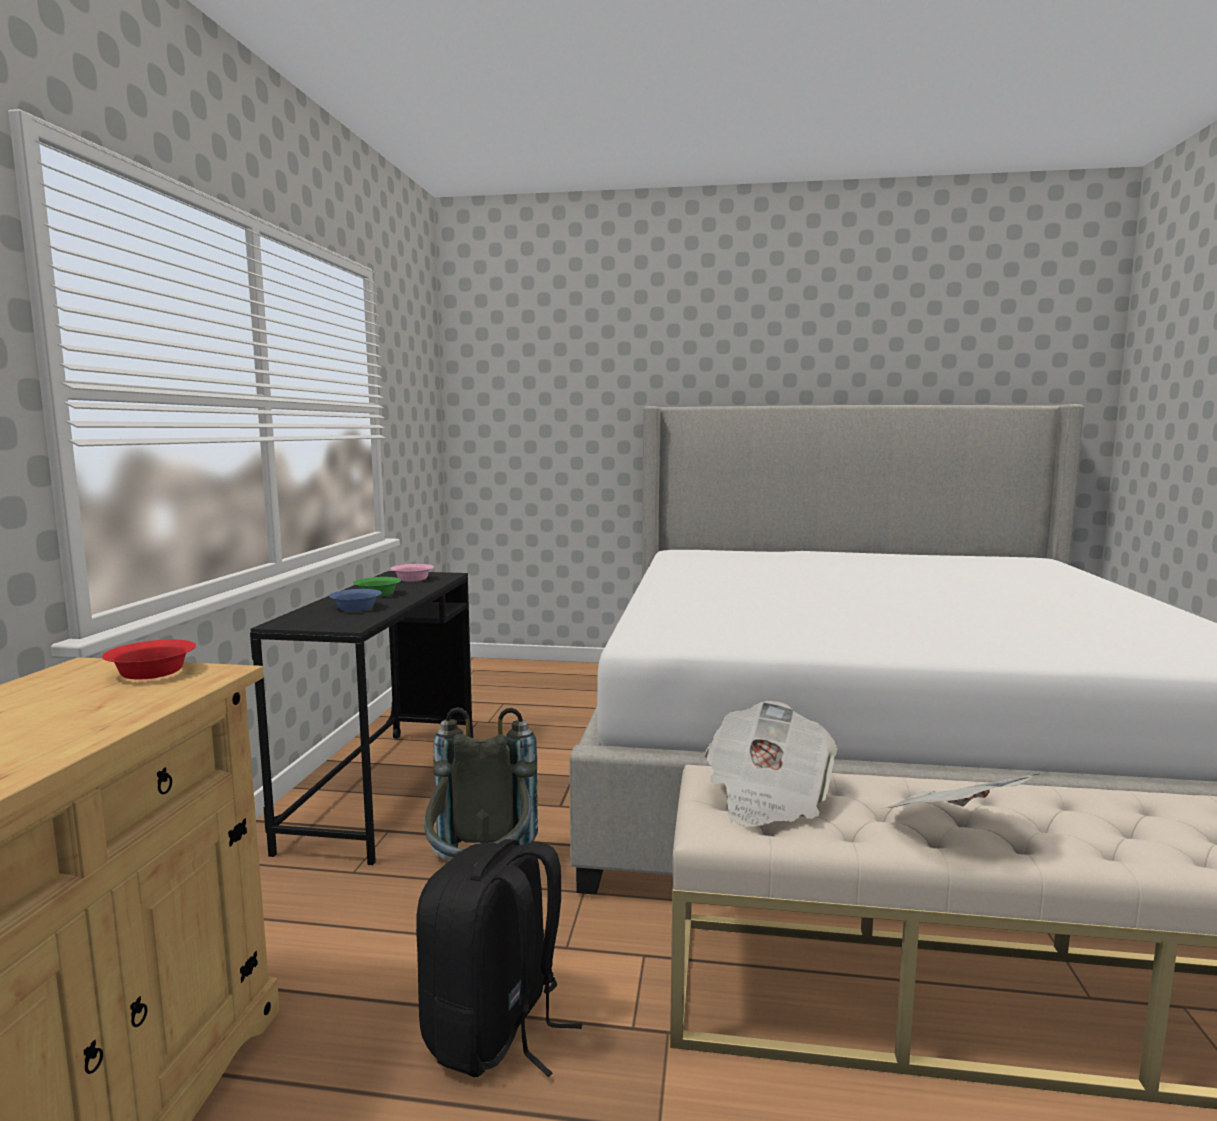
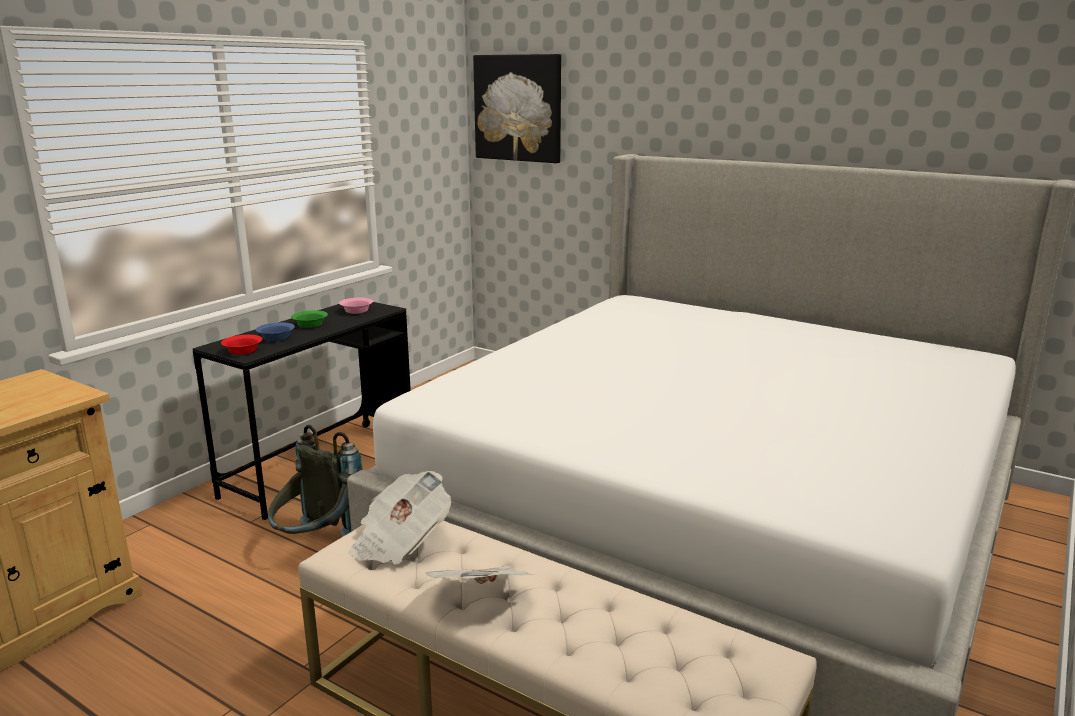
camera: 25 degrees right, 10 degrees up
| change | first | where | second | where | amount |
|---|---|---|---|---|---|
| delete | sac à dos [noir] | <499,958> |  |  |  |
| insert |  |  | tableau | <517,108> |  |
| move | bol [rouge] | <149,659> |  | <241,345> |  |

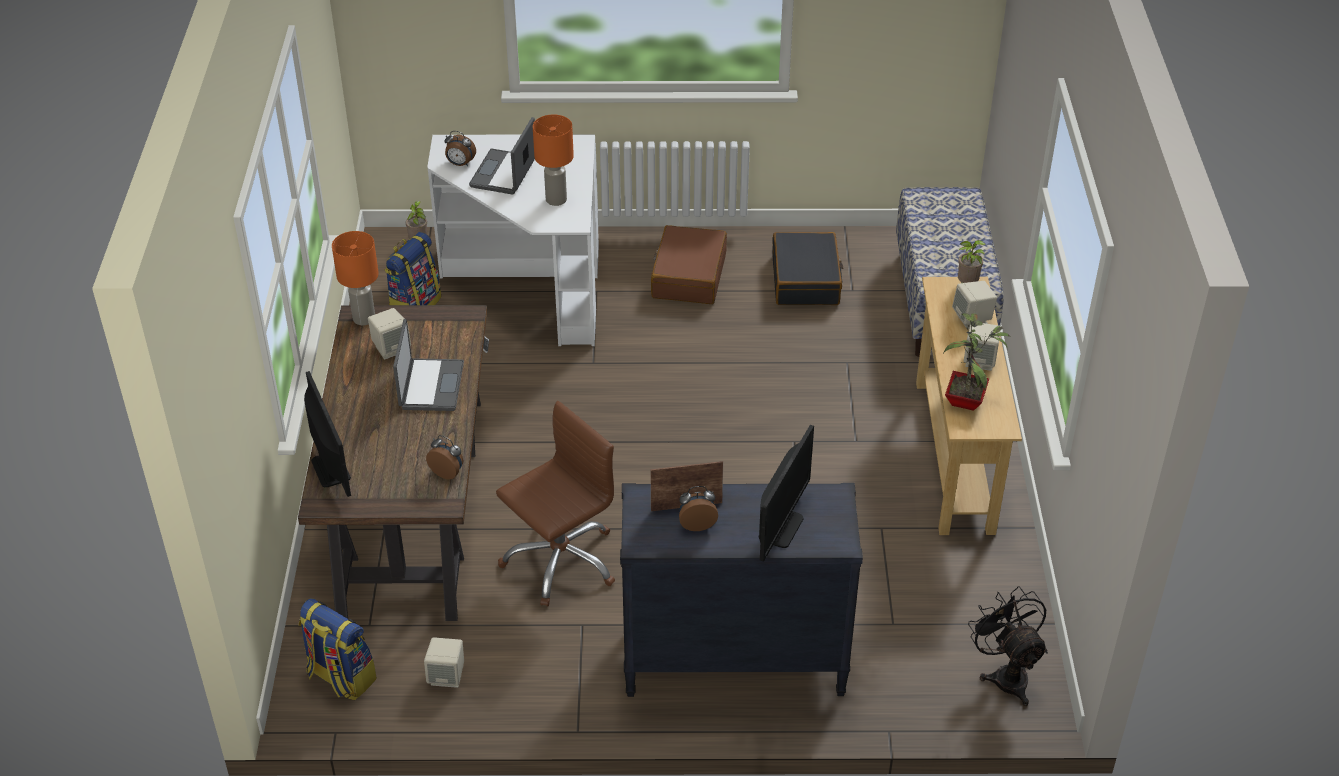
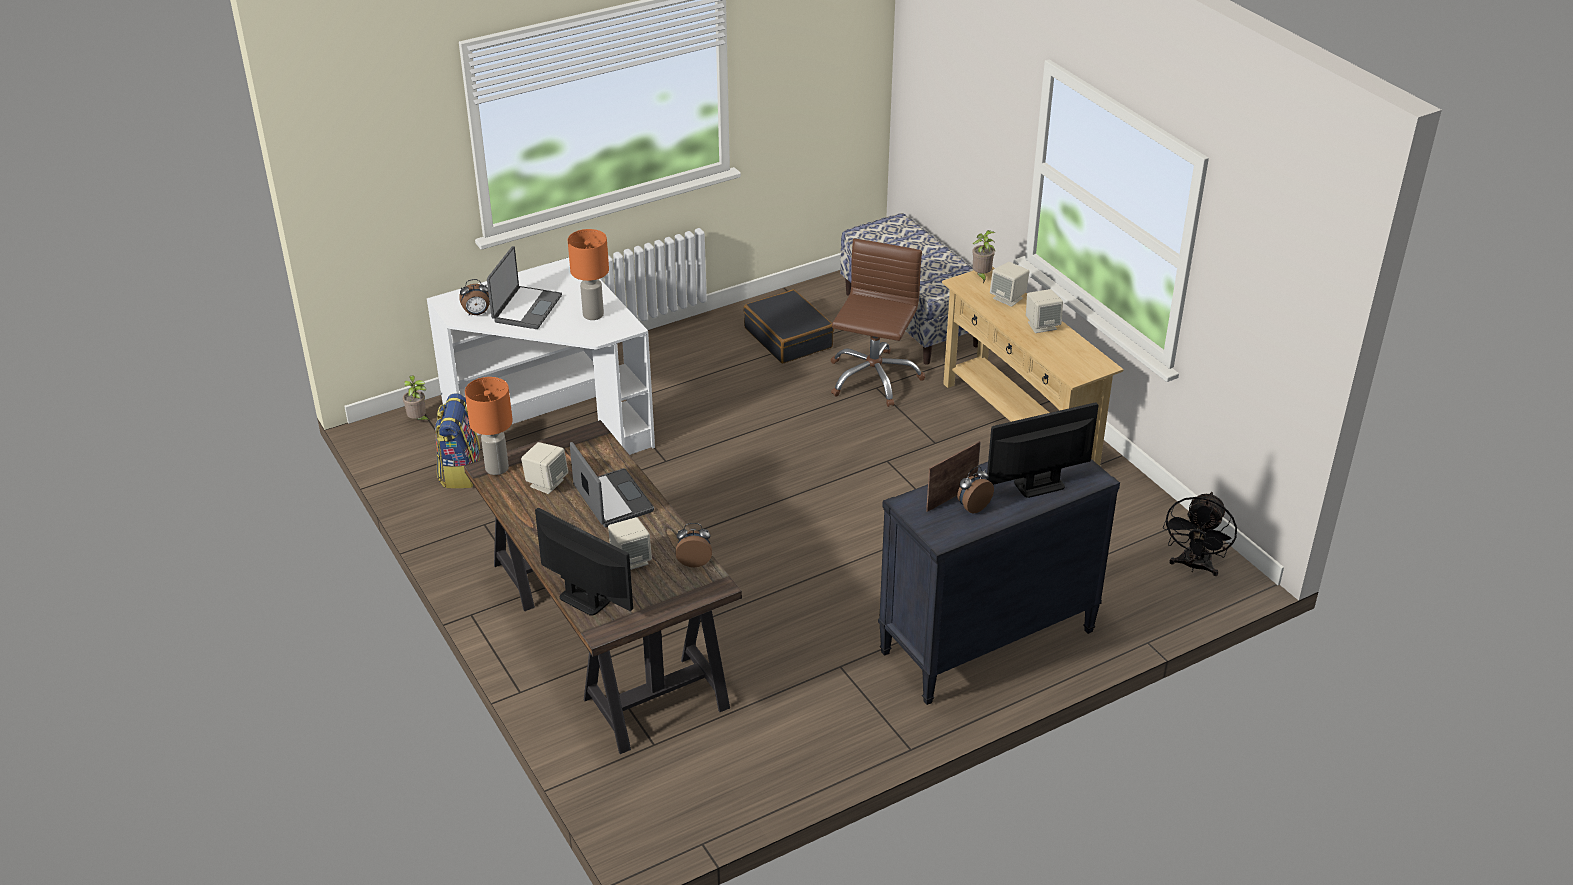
camera: 30 degrees left, 5 degrees down
| change | first | where | second | where | amount |
|---|---|---|---|---|---|
| delete | sac à dos | <338,649> |  |  |  |
| delete | valise [marron] | <689,264> |  |  |  |
| delete | plante en pot | <976,362> |  |  |  |
| move | enceinte [beige] | <444,662> |  | <630,543> |  |
| move | chaise de bureau [marron] | <555,503> |  | <878,323> |  |
| rotate | ordinateur portable | <502,156> |  | <524,287> | 150 degrees counterclockwise |
| rotate | écran d'ordinateur | <786,493> |  | <1043,450> | 105 degrees counterclockwise |
| rotate | ventilateur [noir] | <1008,646> |  | <1200,534> | 105 degrees counterclockwise |

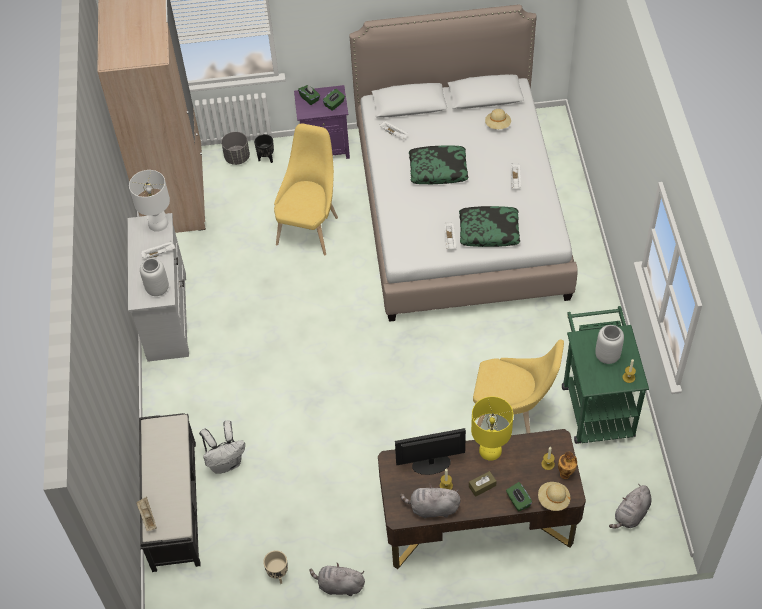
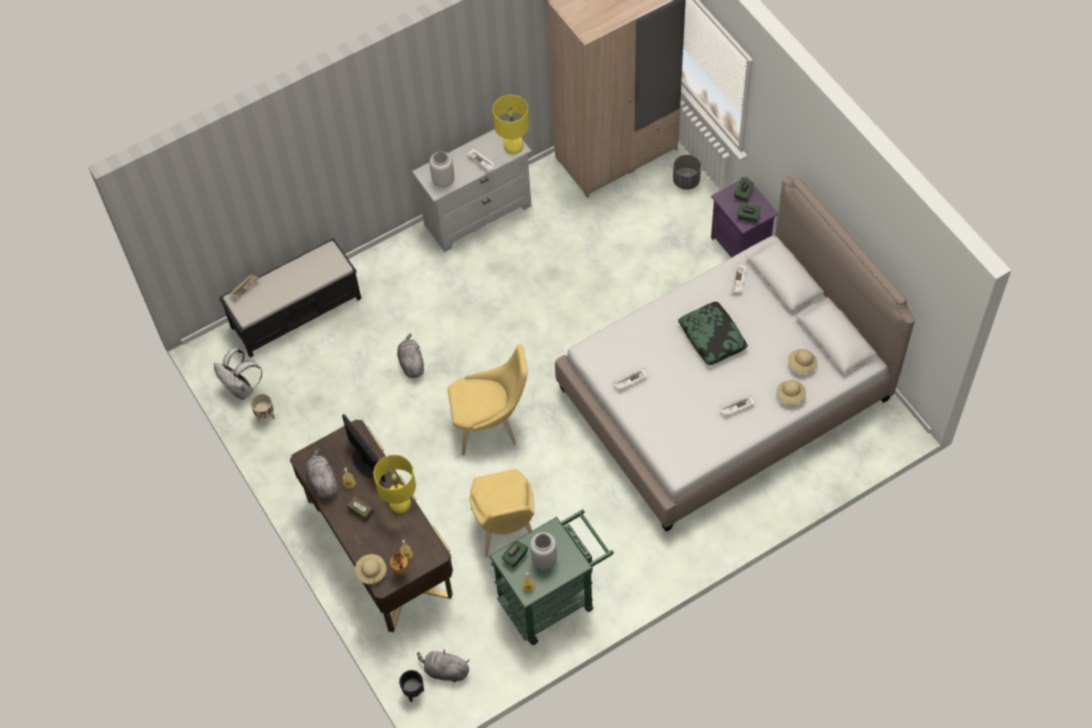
camera: 65 degrees right, 5 degrees up
| change | first | where | second | where | amount |
|---|---|---|---|---|---|
| delete | coussin | <489,226> |  |  |  |
| insert |  |  | chapeau [beige] | <791,392> |  |
| move | sac à dos [blanc] | <222,447> |  | <238,374> |  |
| move | cache-pot [noir] | <264,148> |  | <411,686> |  |
| move | chaise [jaune] | <306,189> |  | <488,400> |  |
| move | peluche [gris] | <337,579> |  | <410,355> |  |
| move | boîte à mouchoirs [vert] | <519,497> |  | <515,553> |  |
| recolor | lampe de table [blanc] | <149,201> | lampe de table [jaune] | <511,125> |  |

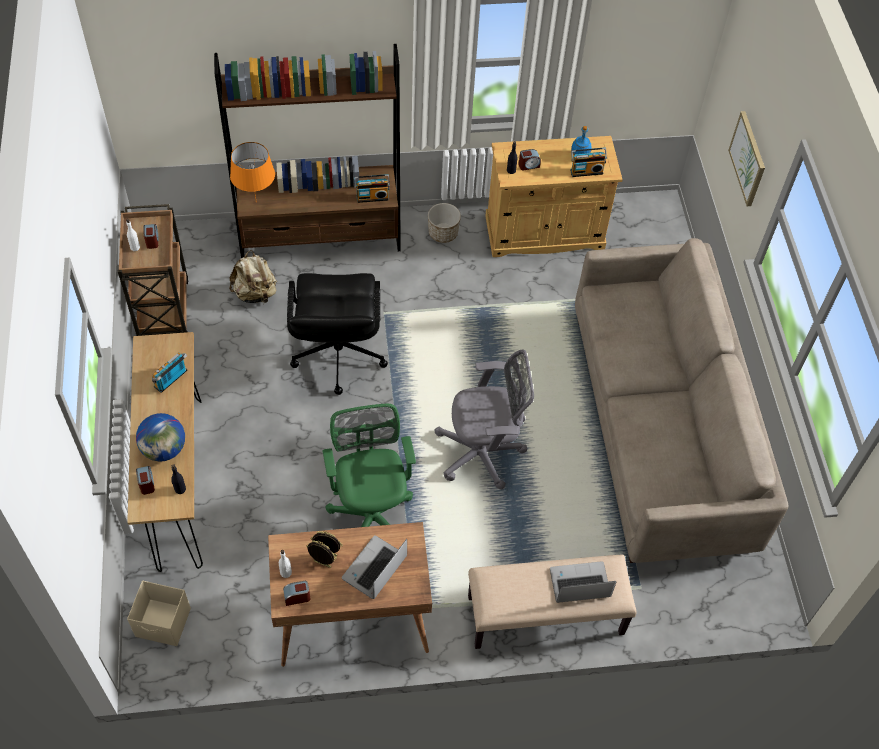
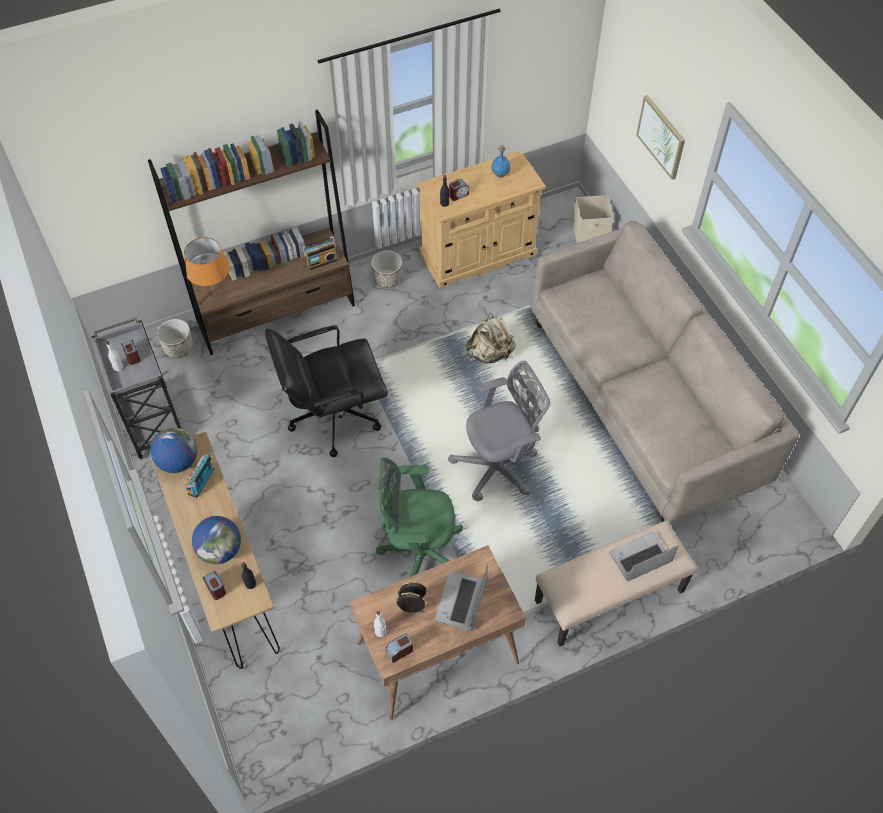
camera: 15 degrees left, 0 degrees up
| change | first | where | second | where | amount |
|---|---|---|---|---|---|
| delete | radio | <588,162> |  |  |  |
| insert |  |  | globe | <173,450> |  |
| insert |  |  | cache-pot | <175,338> |  |
| move | boîte de rangement [beige] | <159,613> |  | <592,219> |  |
| move | sac à dos [beige] | <253,276> |  | <491,338> |  |
| recolor | chariot [marron] | <153,270> | chariot [gris] | <136,388> |  |
| rotate | chaise de bureau [noir] | <337,334> |  | <326,391> | 90 degrees clockwise |
| rotate | chaise de bureau [vert] | <369,465> |  | <419,517> | 60 degrees counterclockwise |

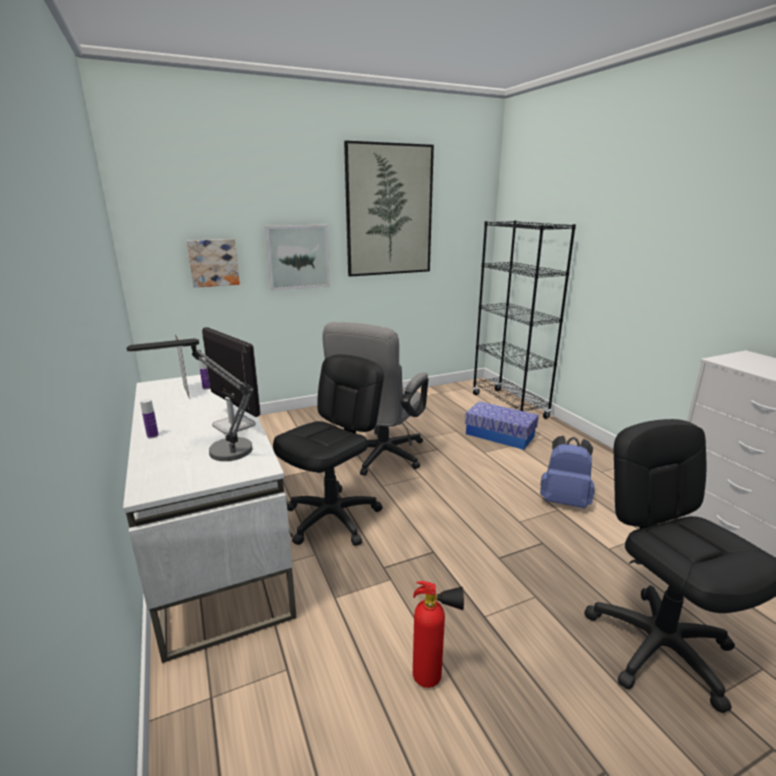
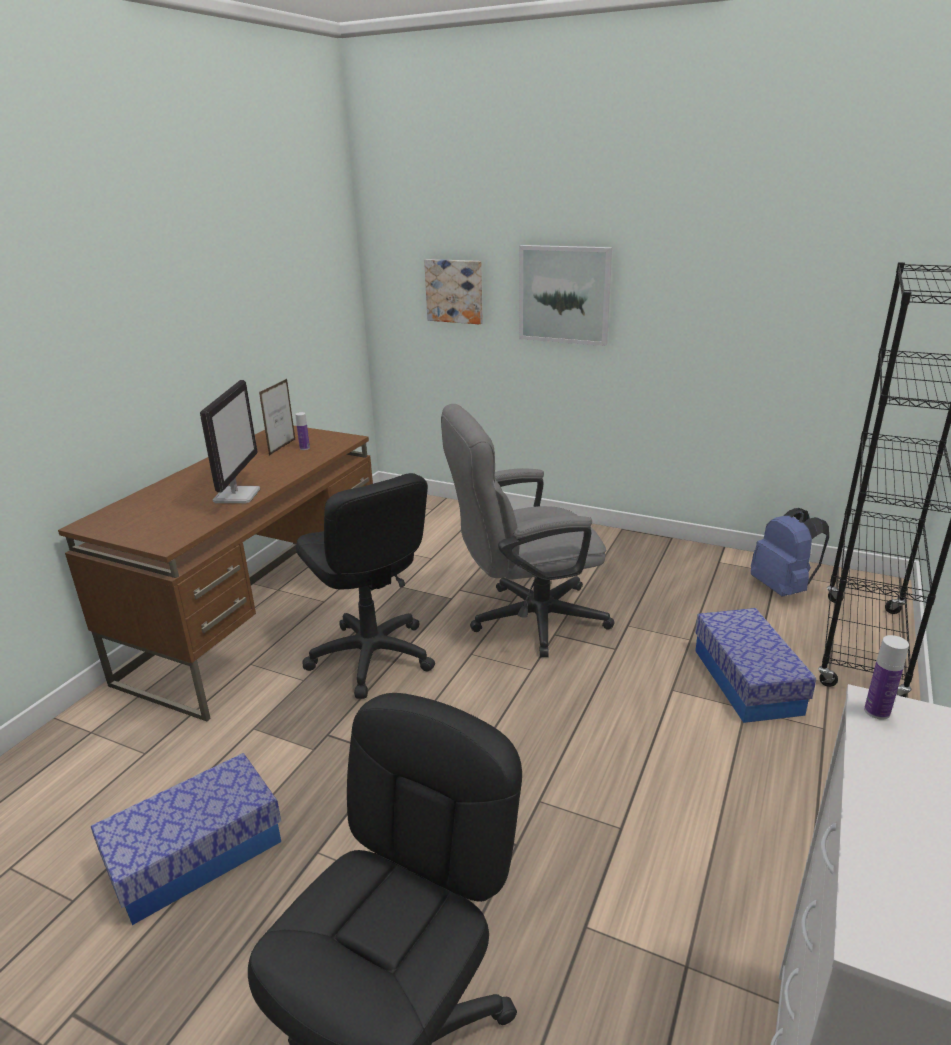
camera: 50 degrees right, 5 degrees up
| change | first | where | second | where | amount |
|---|---|---|---|---|---|
| delete | lampe de table | <190,399> |  |  |  |
| delete | tableau | <389,209> |  |  |  |
| move | bouteille | <149,418> |  | <886,677> |  |
| move | sac à dos [bleu] | <567,472> |  | <790,552> |  |
| replace | extincteur | <438,634> | boîte de rangement | <186,839> |  |
| recolor | bureau [blanc] | <210,519> | bureau [marron] | <215,574> |  |
| rotate | chaise de bureau [noir] | <328,450> |  | <365,586> | 60 degrees clockwise |

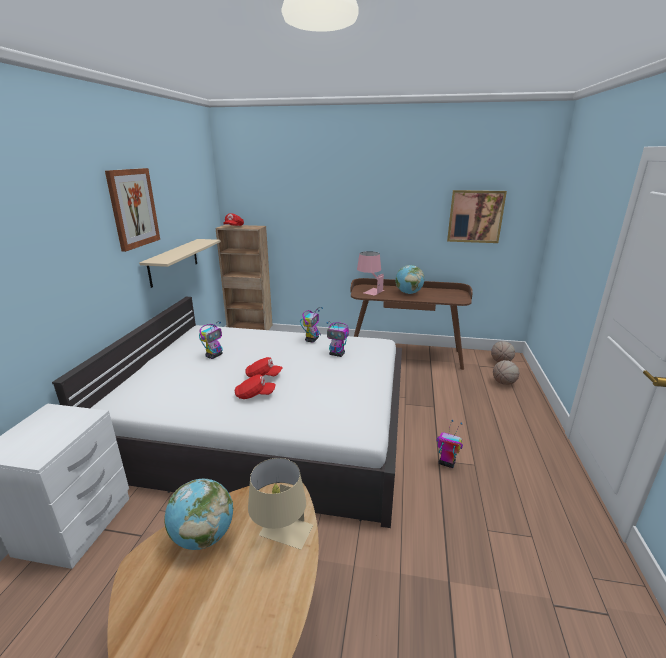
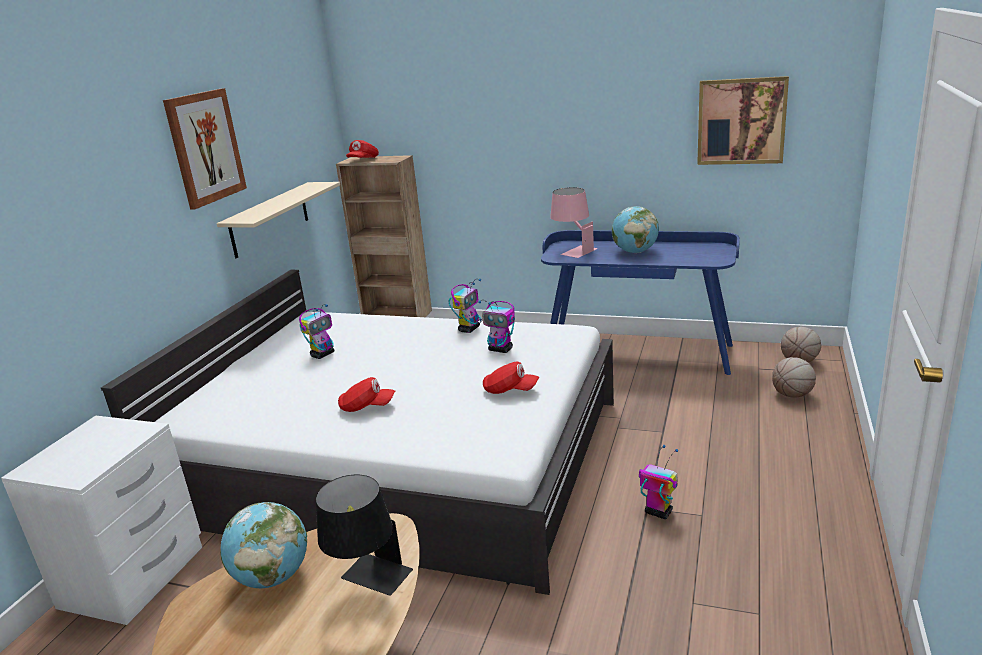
camera: 10 degrees right, 0 degrees up
| change | first | where | second | where | amount |
|---|---|---|---|---|---|
| move | casquette [rouge] | <264,367> |  | <511,378> |  |
| recolor | lampe de table [beige] | <280,504> | lampe de table [noir] | <364,535> |  |
| recolor | bureau [marron] | <411,324> | bureau [bleu] | <640,302> |  |

